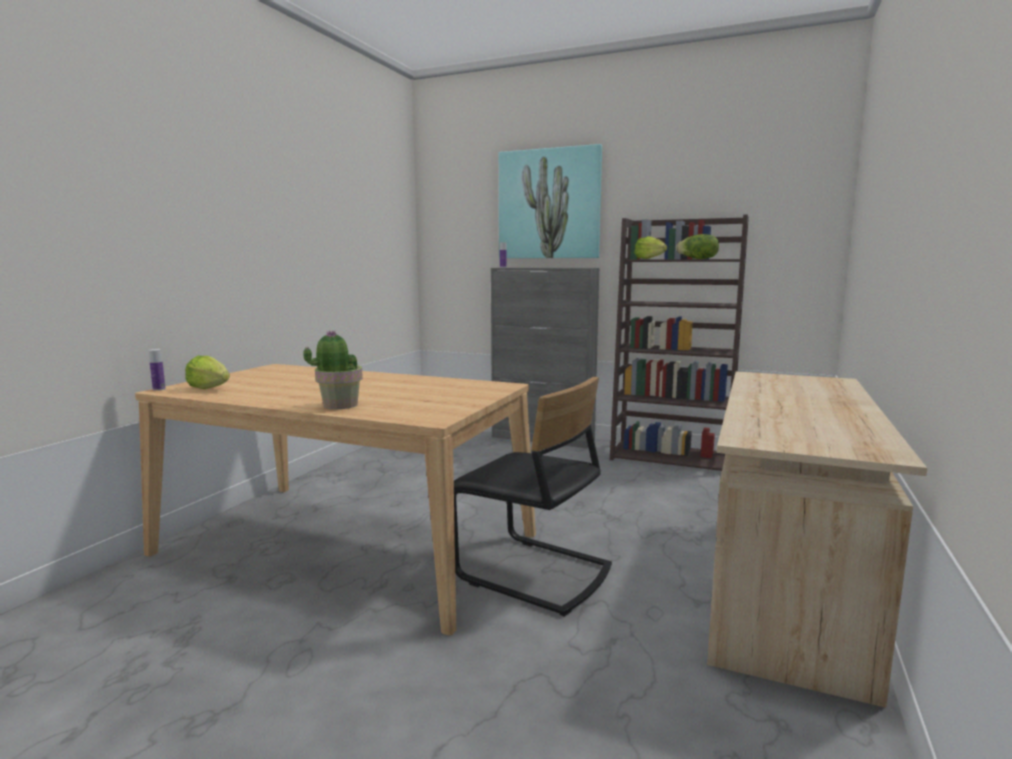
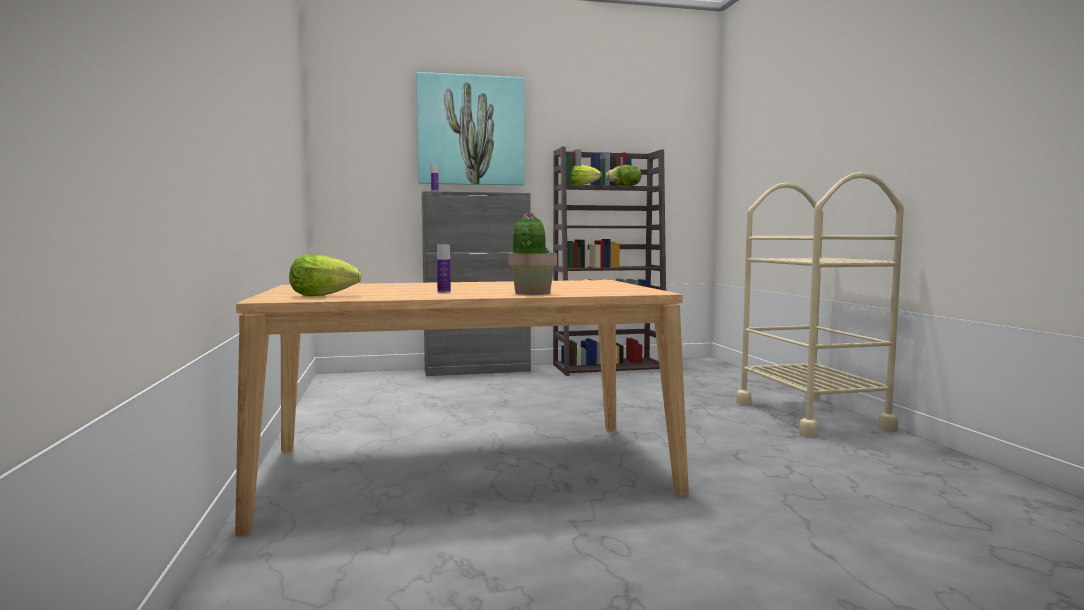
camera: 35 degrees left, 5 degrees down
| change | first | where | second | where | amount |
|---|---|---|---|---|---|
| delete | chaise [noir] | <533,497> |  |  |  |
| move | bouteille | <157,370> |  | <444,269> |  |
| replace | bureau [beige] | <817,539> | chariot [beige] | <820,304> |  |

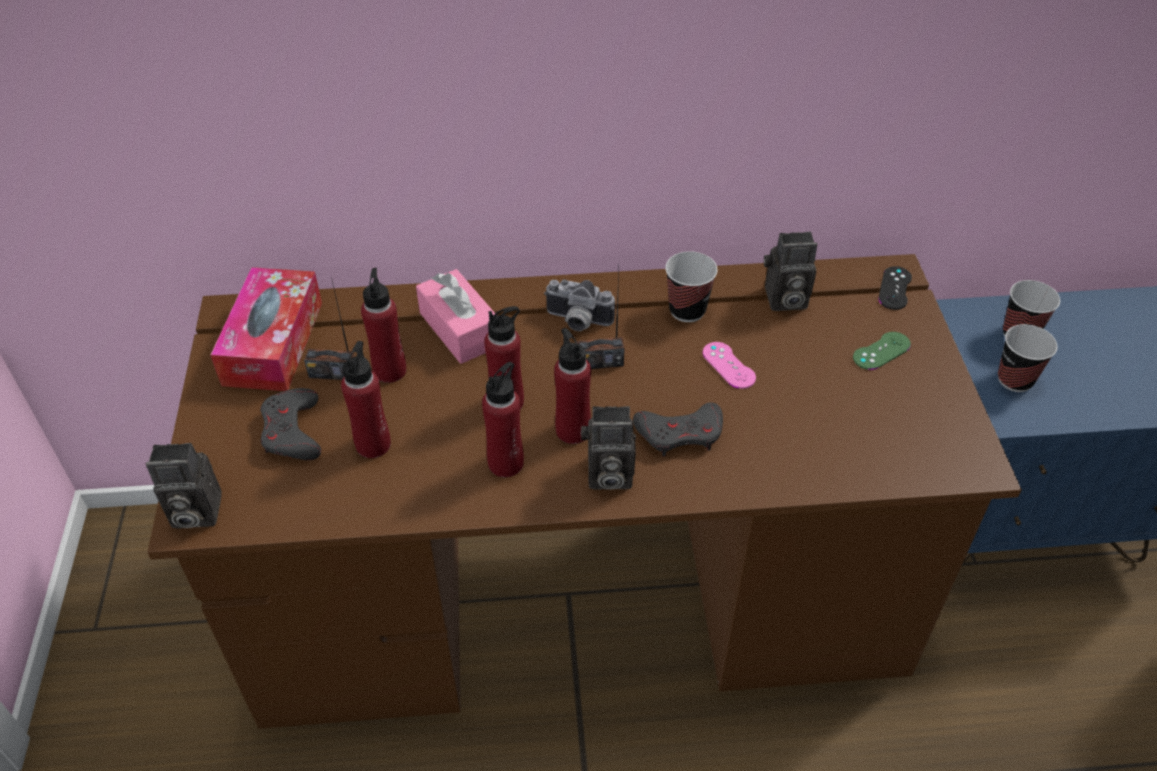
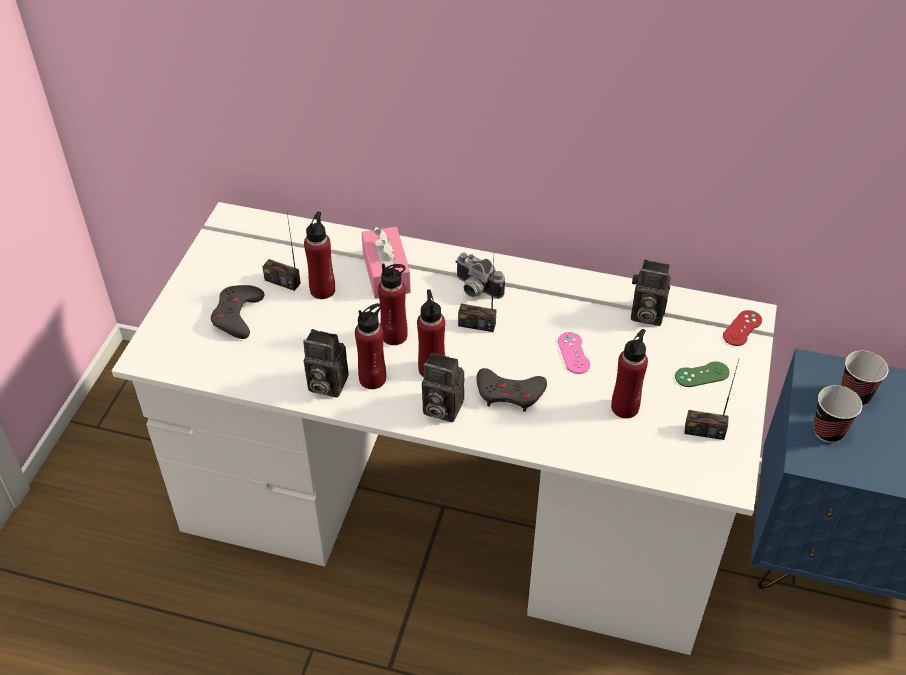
camera: 20 degrees right, 0 degrees up
| change | first | where | second | where | amount |
|---|---|---|---|---|---|
| delete | boîte à mouchoirs | <266,329> |  |  |  |
| delete | tasse | <691,286> |  |  |  |
| insert |  |  | radio | <711,400> |  |
| move | appareil photo | <184,486> |  | <326,363> |  |
| move | bouteille [rouge] | <366,399> |  | <629,373> |  |
| recolor | bureau [marron] | <584,491> | bureau [blanc] | <444,428> |  |
| recolor | manette [noir] | <895,288> | manette [rouge] | <742,328> |  |

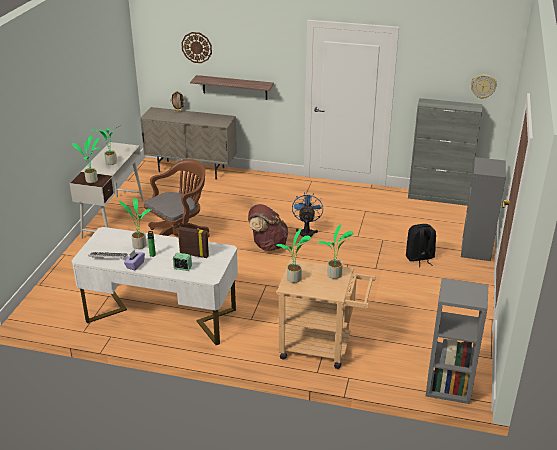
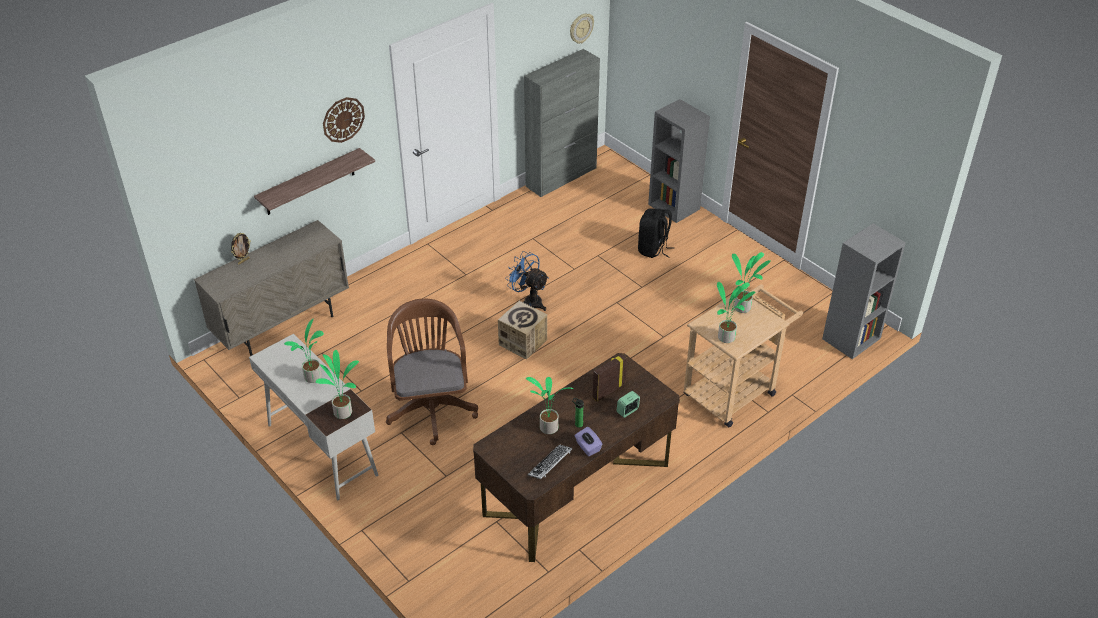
camera: 55 degrees left, 10 degrees up
| change | first | where | second | where | amount |
|---|---|---|---|---|---|
| move | horloge murale | <196,47> |  | <344,120> |  |
| replace | sac à dos [marron] | <268,227> | carton | <522,330> |  |
| recolor | bureau [blanc] | <155,286> | bureau [marron] | <576,457> |  |

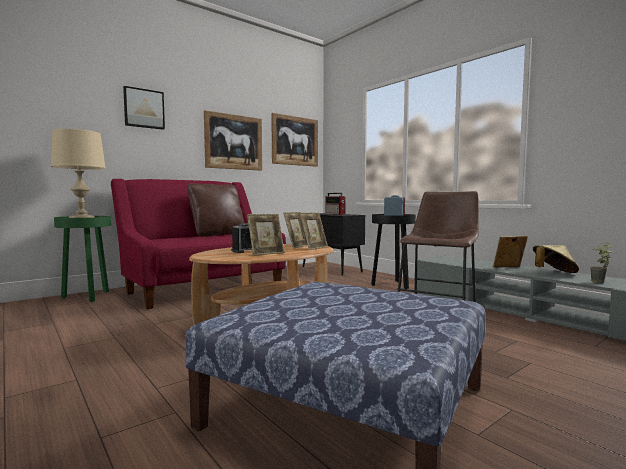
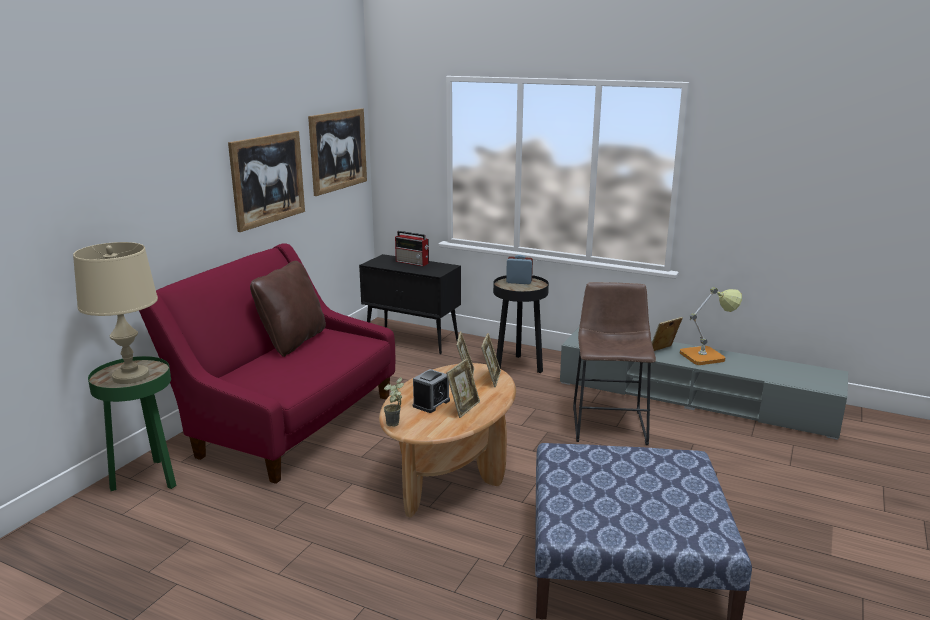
camera: 25 degrees left, 15 degrees up
| change | first | where | second | where | amount |
|---|---|---|---|---|---|
| delete | tableau | <144,108> |  |  |  |
| move | plante en pot | <601,263> |  | <394,402> |  |
| replace | chapeau [beige] | <556,259> | lampe de table | <711,326> |  |

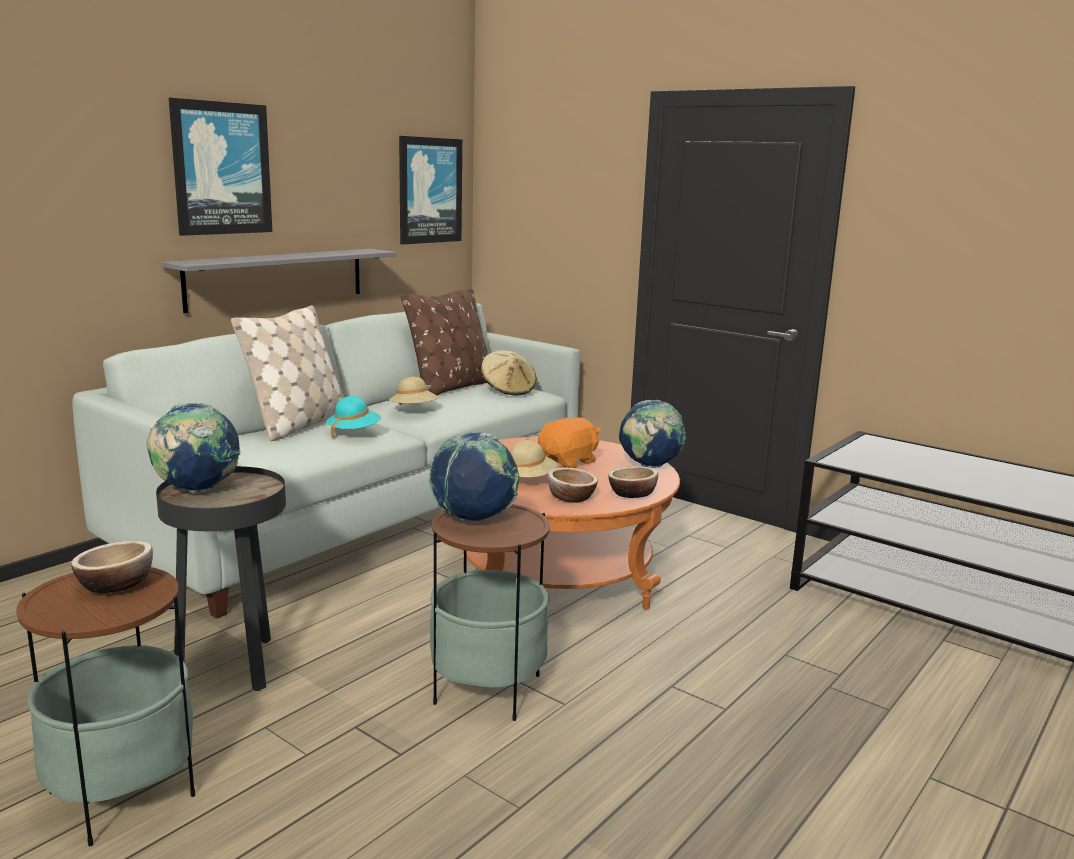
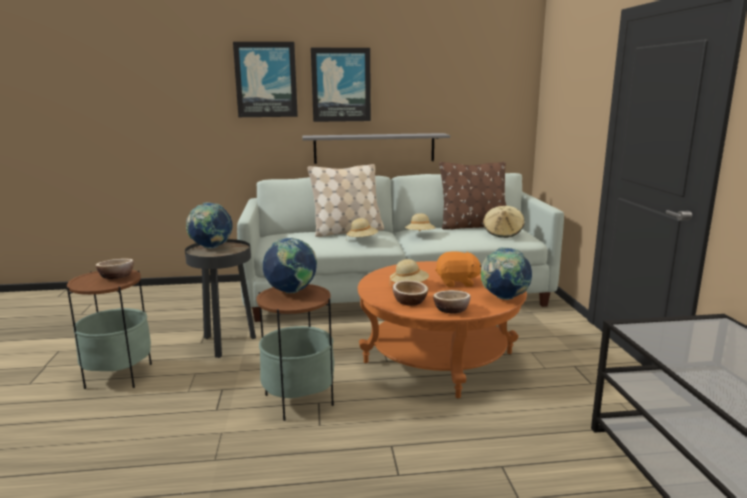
camera: 45 degrees right, 0 degrees up
| change | first | where | second | where | amount |
|---|---|---|---|---|---|
| move | tableau | <430,190> |  | <265,79> |  |
| recolor | chapeau [turquoise] | <353,417> | chapeau [beige] | <362,228> |  |

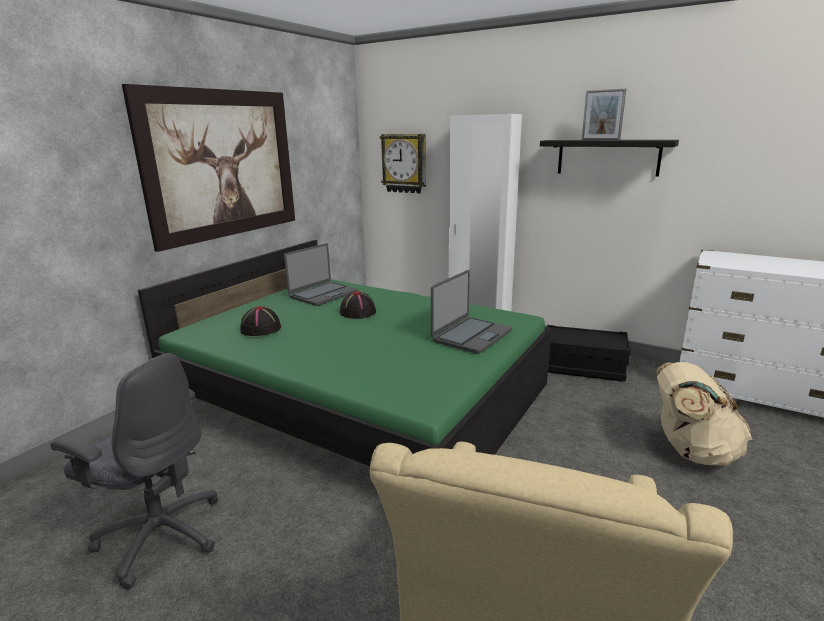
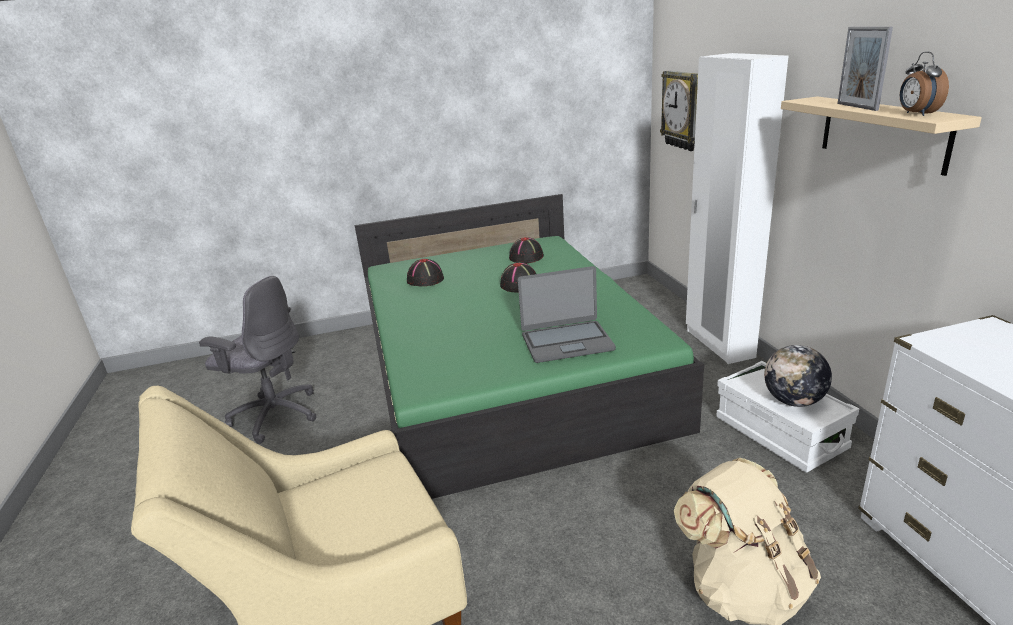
camera: 45 degrees right, 5 degrees up
| change | first | where | second | where | amount |
|---|---|---|---|---|---|
| delete | tableau | <208,168> |  |  |  |
| insert |  |  | globe | <798,376> |  |
| insert |  |  | réveil | <924,84> |  |
| replace | ordinateur portable | <321,274> | chapeau [noir] | <526,250> |  |
| recolor | étagère [noir] | <609,158> | étagère [beige] | <881,136> |  |
| recolor | boîte de rangement [noir] | <589,353> | boîte de rangement [blanc] | <787,417> |  |
| rotate | chaise de bureau [gris] | <134,471> |  | <257,360> | 45 degrees counterclockwise |

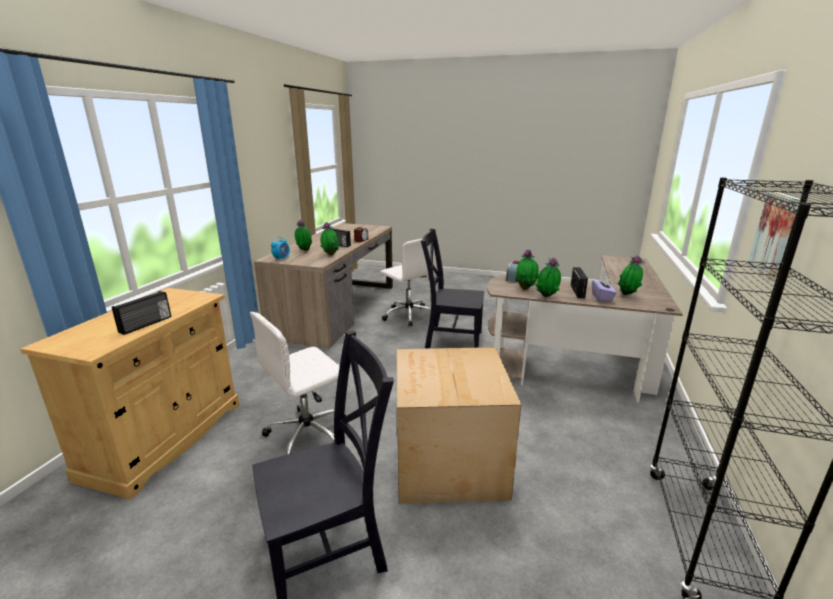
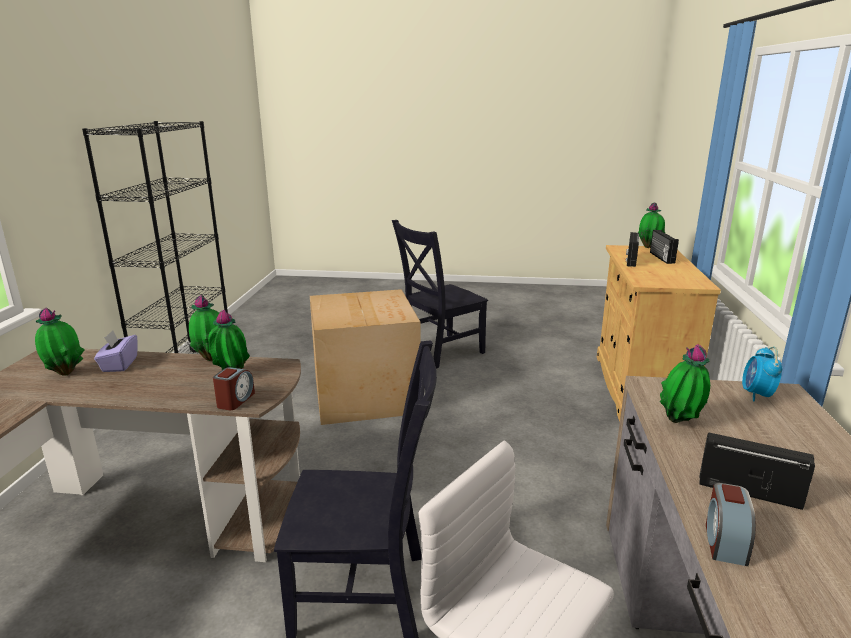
camera: 170 degrees right, 0 degrees up
| change | first | where | second | where | amount |
|---|---|---|---|---|---|
| delete | chaise de bureau [blanc] | <298,383> |  |  |  |
| delete | tableau | <774,236> |  |  |  |
| move | plante en pot | <303,235> |  | <651,225> |  |
| move | radio | <579,283> |  | <664,247> |  |

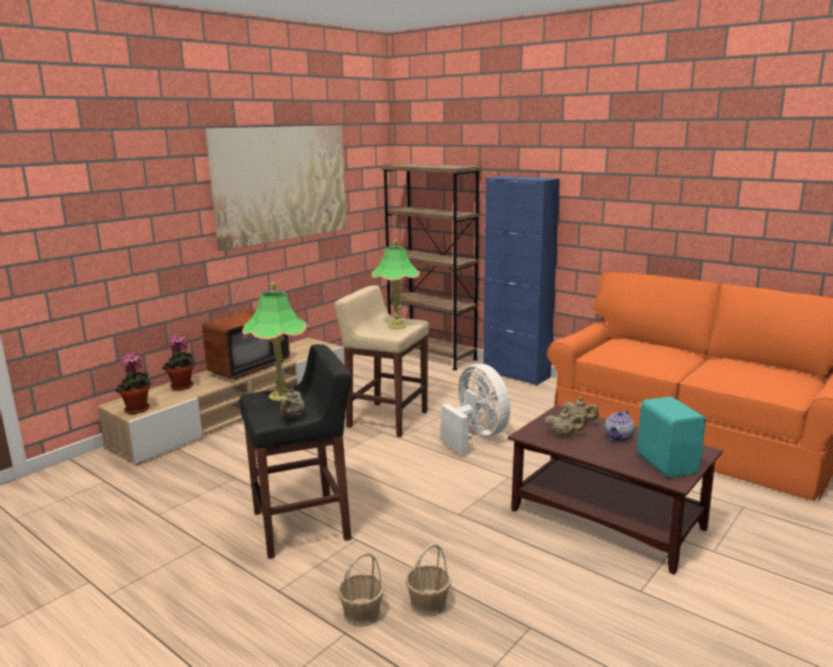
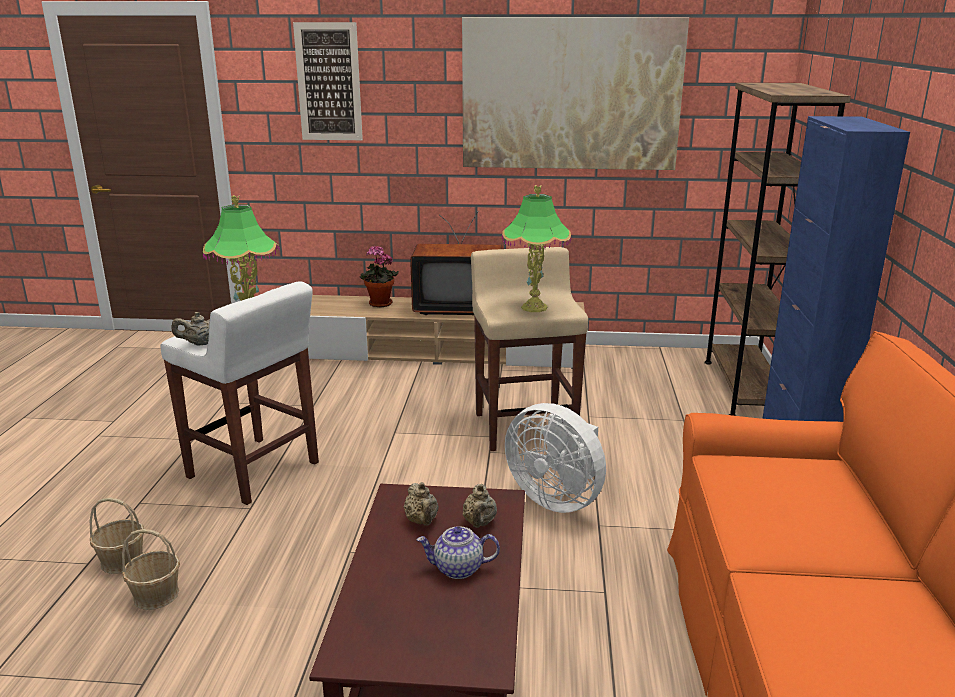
camera: 55 degrees right, 5 degrees up
| change | first | where | second | where | amount |
|---|---|---|---|---|---|
| delete | plante en pot | <133,383> |  |  |  |
| delete | enceinte [turquoise] | <671,437> |  |  |  |
| insert |  |  | tableau | <328,81> |  |
| recolor | tabouret [noir] | <295,451> | tabouret [blanc] | <239,393> |  |
| rotate | ventilateur [blanc] | <475,409> |  | <555,458> | 105 degrees clockwise |

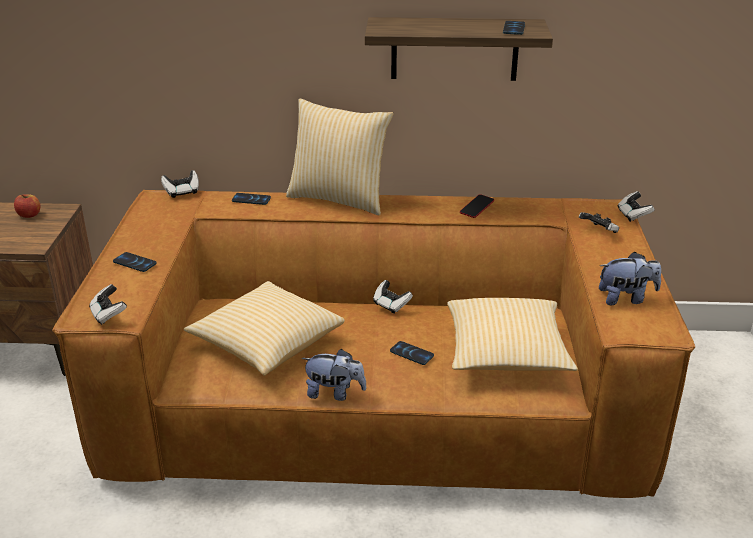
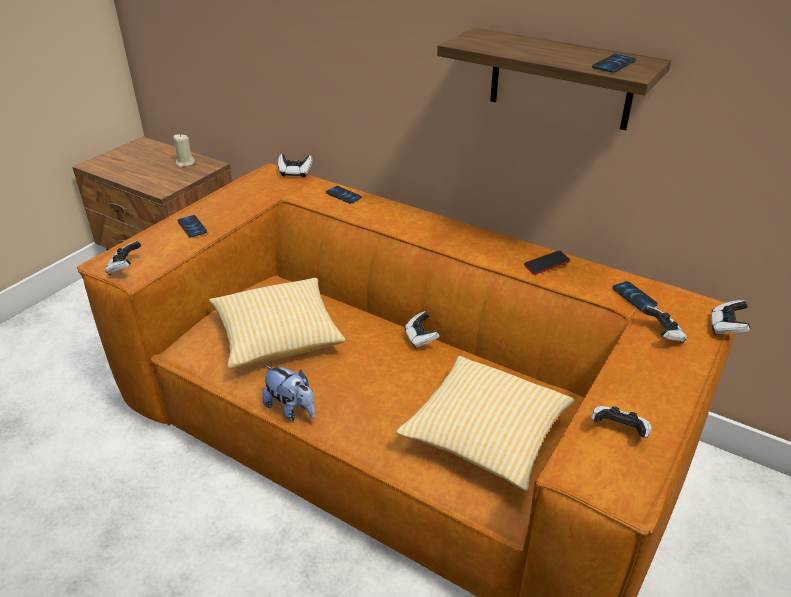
camera: 30 degrees right, 5 degrees up
| change | first | where | second | where | amount |
|---|---|---|---|---|---|
| delete | coussin | <340,157> |  |  |  |
| move | téléphone | <412,353> |  | <635,295> |  |
| replace | pomme | <27,206> | bougie [beige] | <184,150> |  |
| replace | peluche | <630,278> | manette | <621,422> |  |

